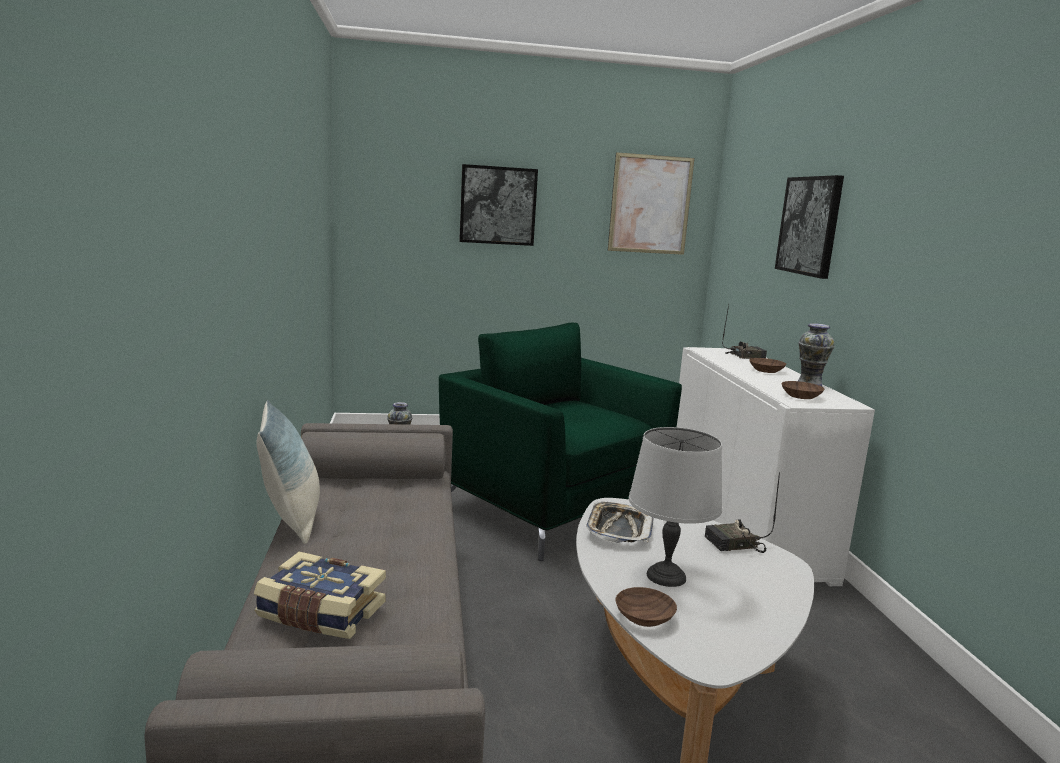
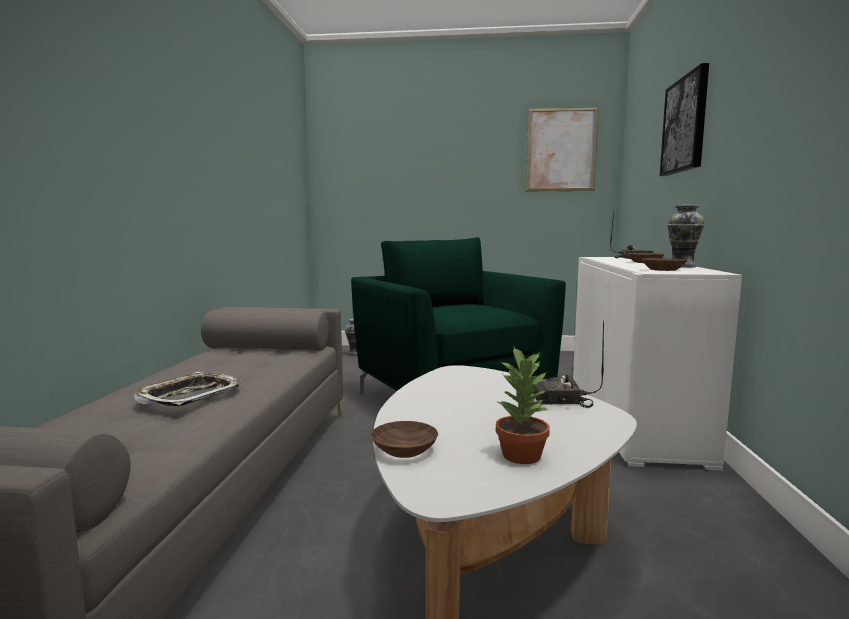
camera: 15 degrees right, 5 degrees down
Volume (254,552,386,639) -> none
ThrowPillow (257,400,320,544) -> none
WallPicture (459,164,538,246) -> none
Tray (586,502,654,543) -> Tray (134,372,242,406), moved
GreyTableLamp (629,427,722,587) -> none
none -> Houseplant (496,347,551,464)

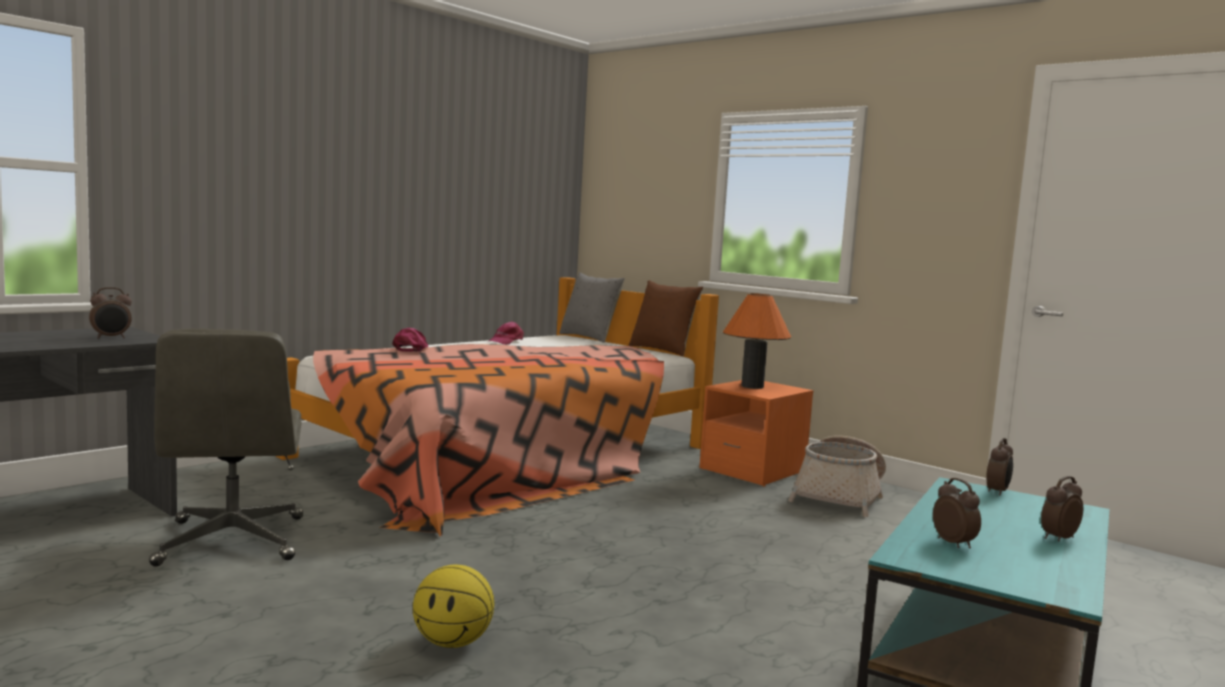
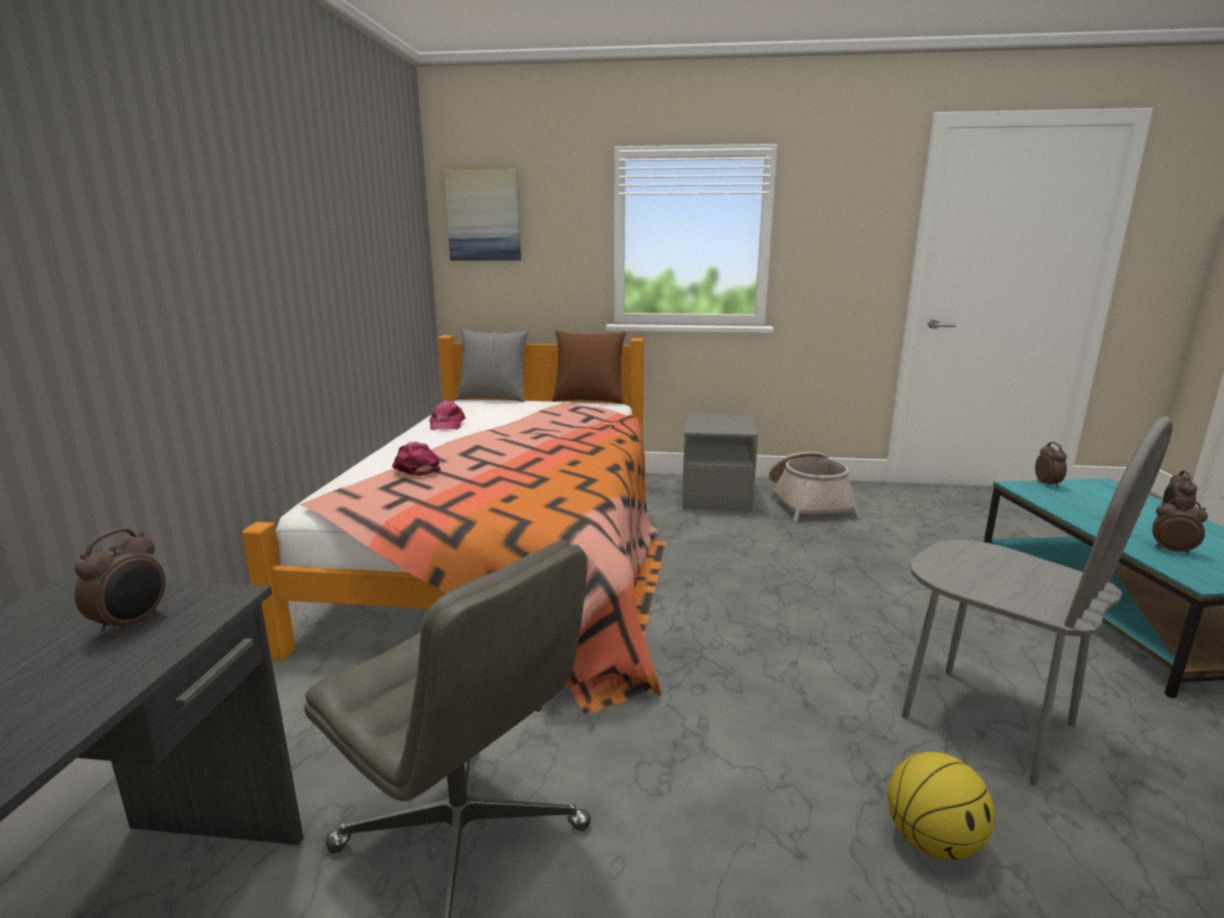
camera: 35 degrees left, 10 degrees up
OrangeyNightTable (699,380,813,487) -> GreyNightTable (682,413,758,512)
OrangeyTableLamp (723,293,791,389) -> none
none -> WallPicture (444,170,521,261)
none -> GreyUprightChair (902,417,1173,786)

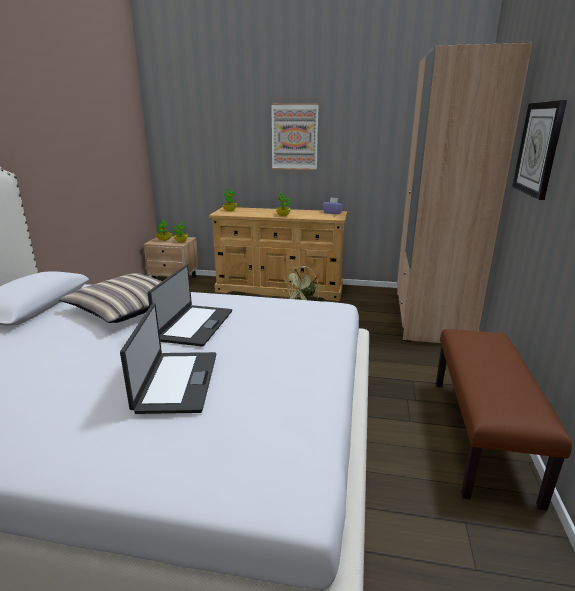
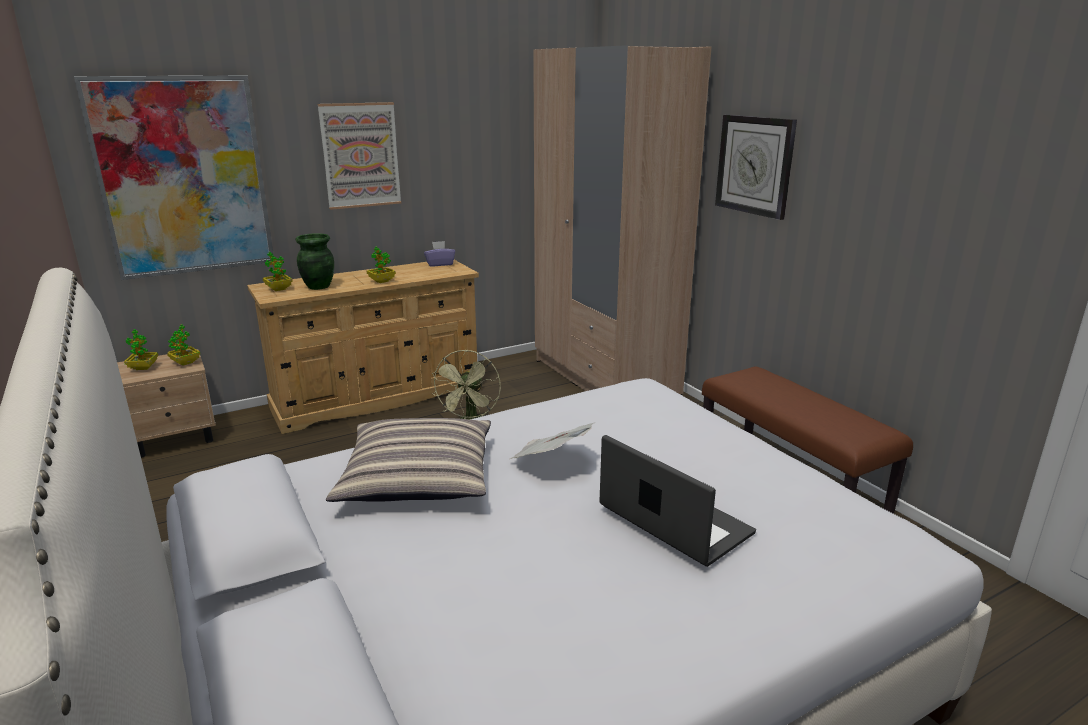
camera: 40 degrees left, 0 degrees up
Laptop (148,265,232,347) -> PrintedPaper (510,422,596,459)
none -> WallPicture (74,75,274,280)
none -> GreenDecorativeVase (295,233,334,290)

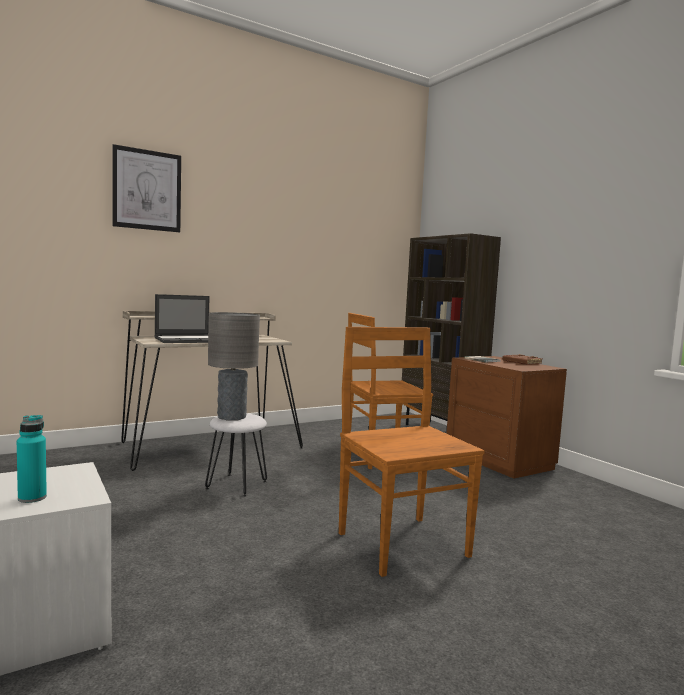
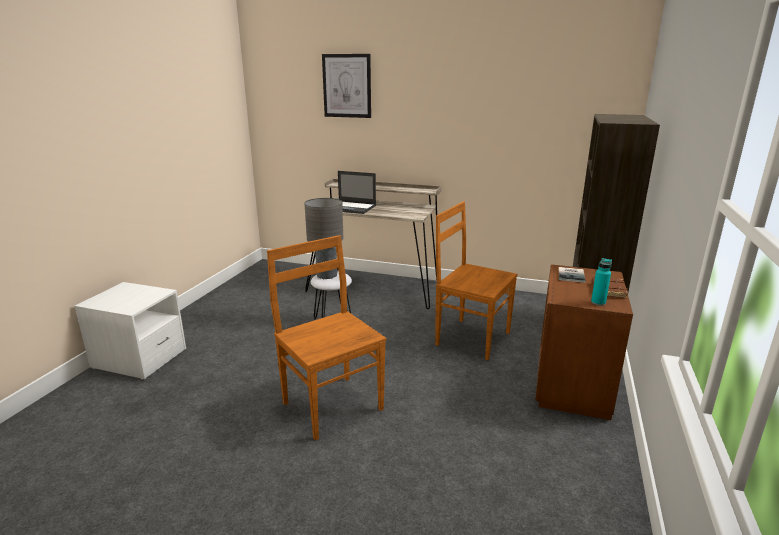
camera: 50 degrees right, 15 degrees up
BlueGreenDrinkBottle (17,415,47,503) -> BlueGreenDrinkBottle (591,258,612,306), moved
BrownColouredUprightChair (339,327,485,577) -> BrownColouredUprightChair (267,235,387,441), 60 degrees counterclockwise

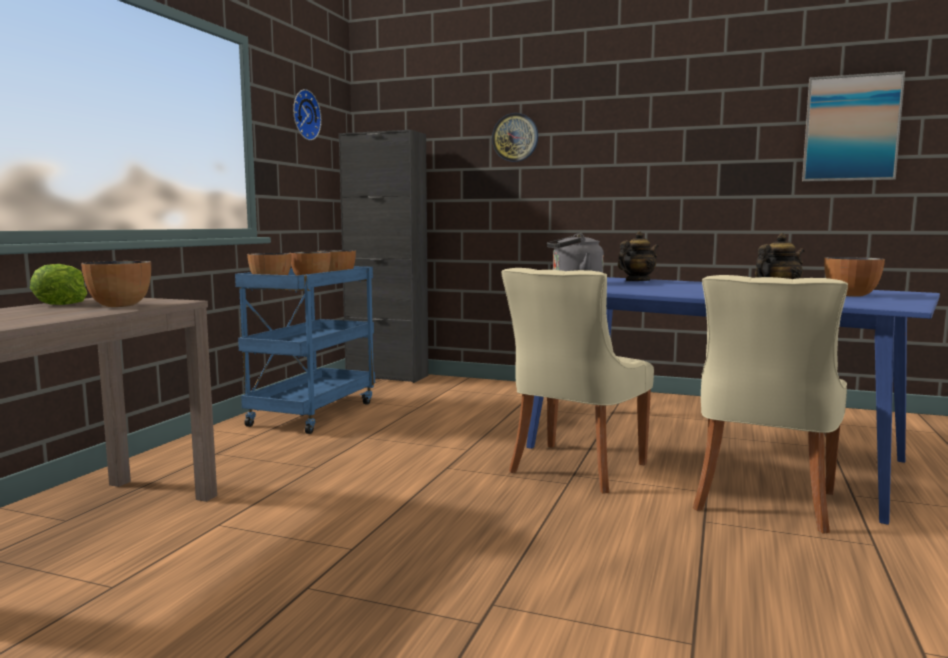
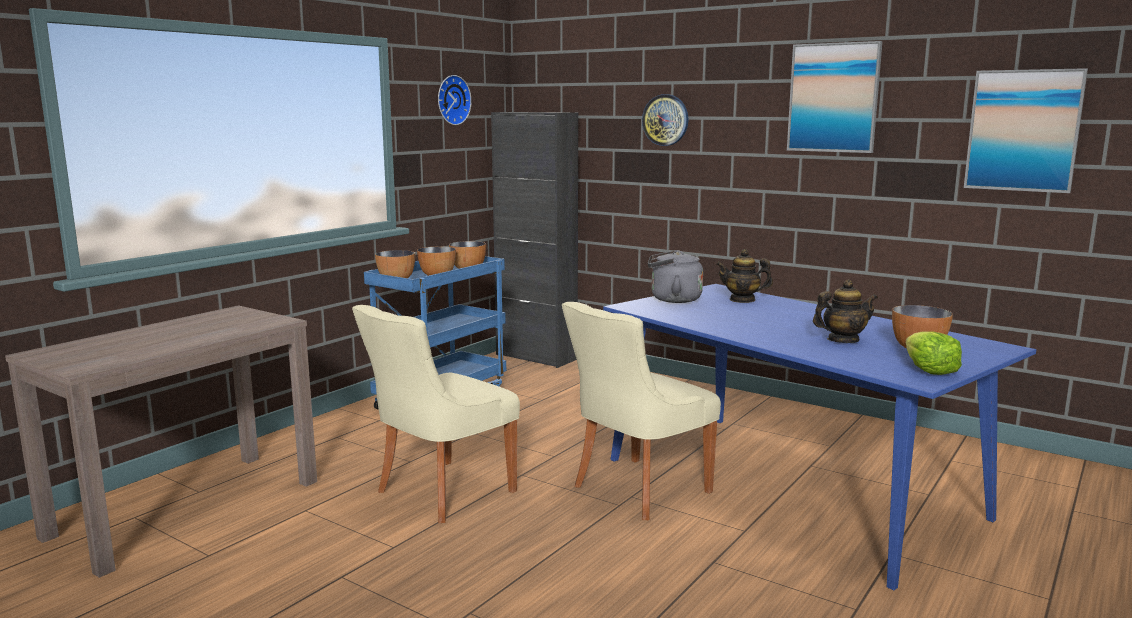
camera: 15 degrees right, 5 degrees up
Lettuce (30,264,87,305) -> Lettuce (906,331,962,375), moved
ServingBowl (81,261,151,307) -> none
PotForTea (618,232,659,281) -> PotForTea (716,249,773,303), 150 degrees counterclockwise
BeigeColouredUprightChair (693,275,848,534) -> BeigeColouredUprightChair (352,305,520,523), moved
none -> WallPicture (787,41,883,153)

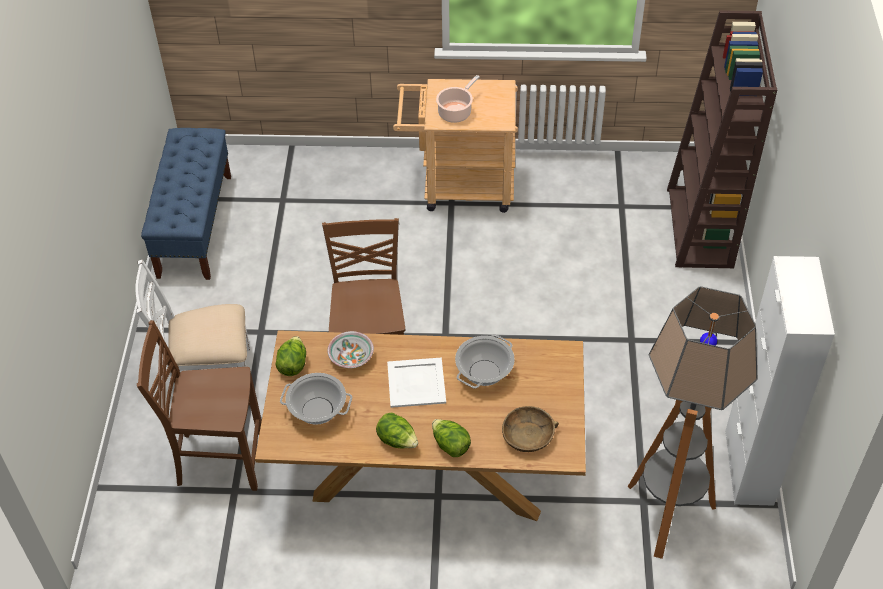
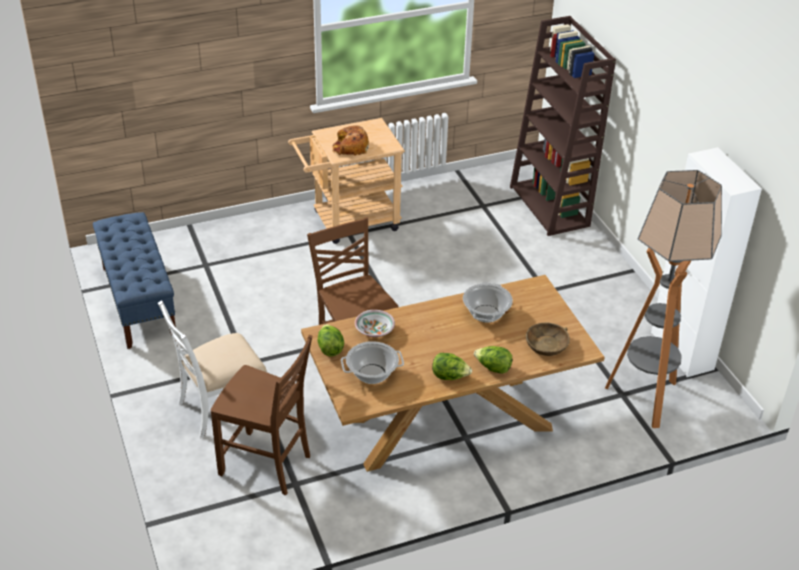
camera: 25 degrees left, 10 degrees down
BrownColouredUprightChair (137,320,262,491) -> BrownColouredUprightChair (211,335,312,495), 135 degrees counterclockwise
WhiteTray (387,357,446,408) -> none
Saucepot (436,75,480,123) -> BakeryBread (332,125,369,155)

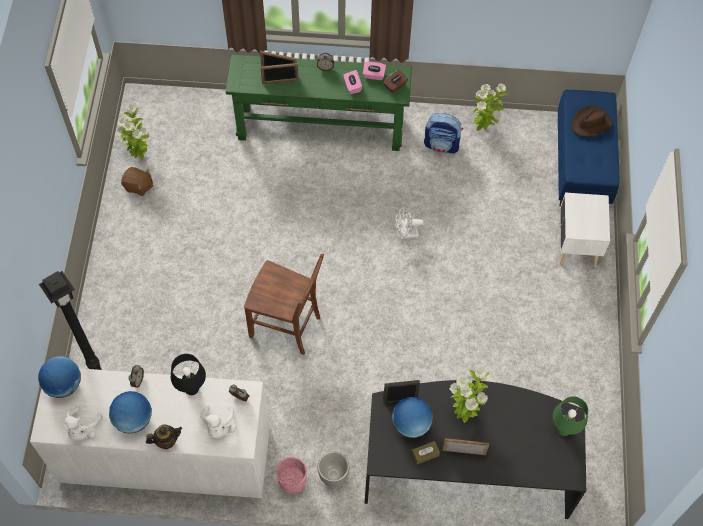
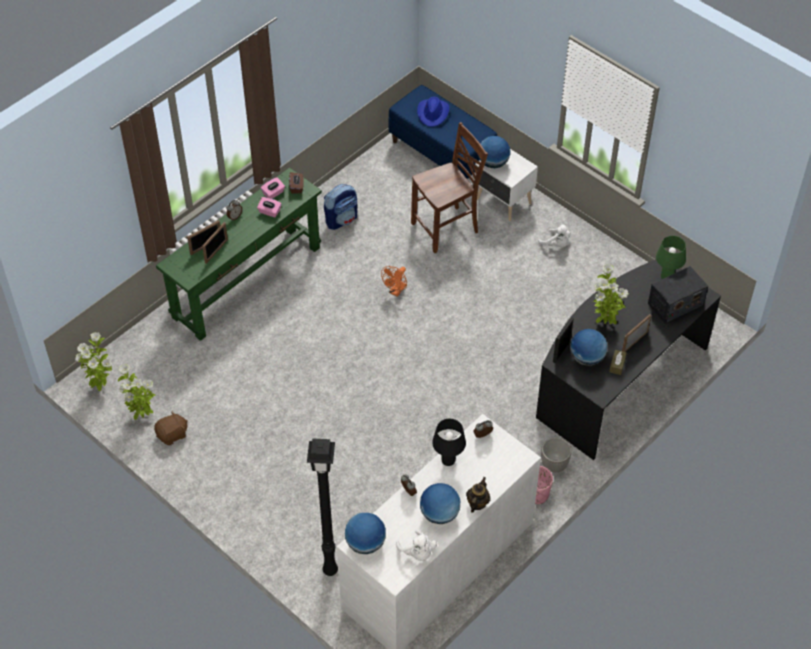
camera: 50 degrees left, 10 degrees down
WhiteSoftToy (200,405,236,438) -> WhiteSoftToy (538,224,571,247), moved
BrownColouredUprightChair (244,254,324,355) -> BrownColouredUprightChair (411,122,488,253), moved
WhiteCoolingFan (395,207,424,239) -> OrangeyCoolingFan (381,266,407,297)
Houseplant (473,84,509,131) -> Houseplant (75,332,112,391), moved
BrownColouredWearableHat (571,105,612,137) -> BlueColouredWearableHat (417,97,449,127)
none -> Globe (479,136,511,168)
none -> Radio (648,266,708,324)

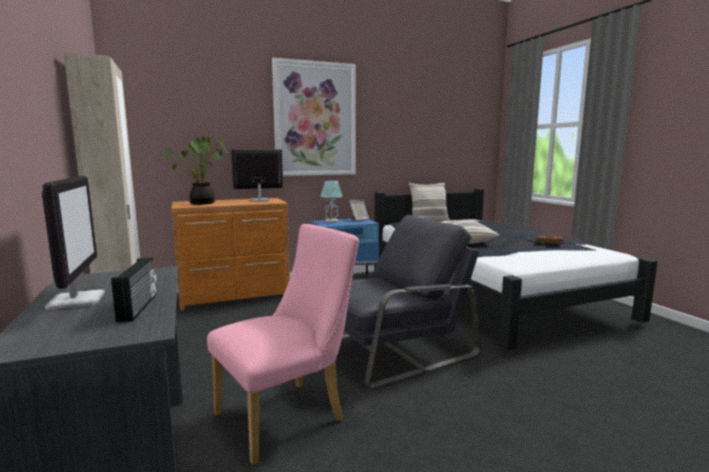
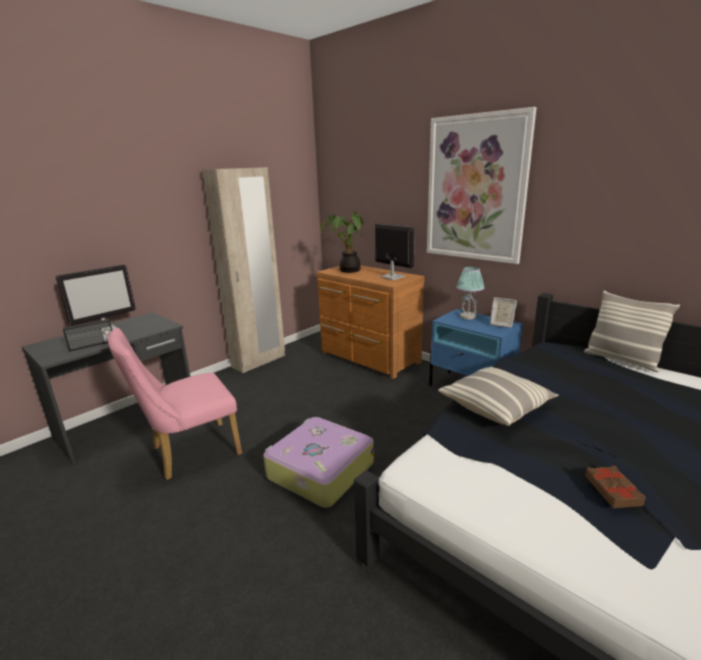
camera: 65 degrees right, 10 degrees up
PinkColouredUprightChair (207,224,359,465) -> PinkColouredUprightChair (108,328,242,480), 120 degrees clockwise
GreyEasyChair (342,215,481,389) -> TravelCase (263,417,374,508)

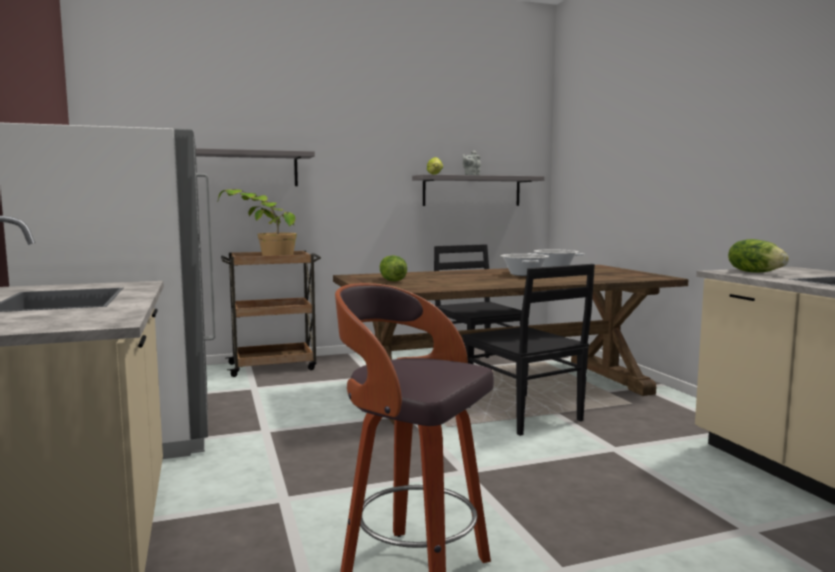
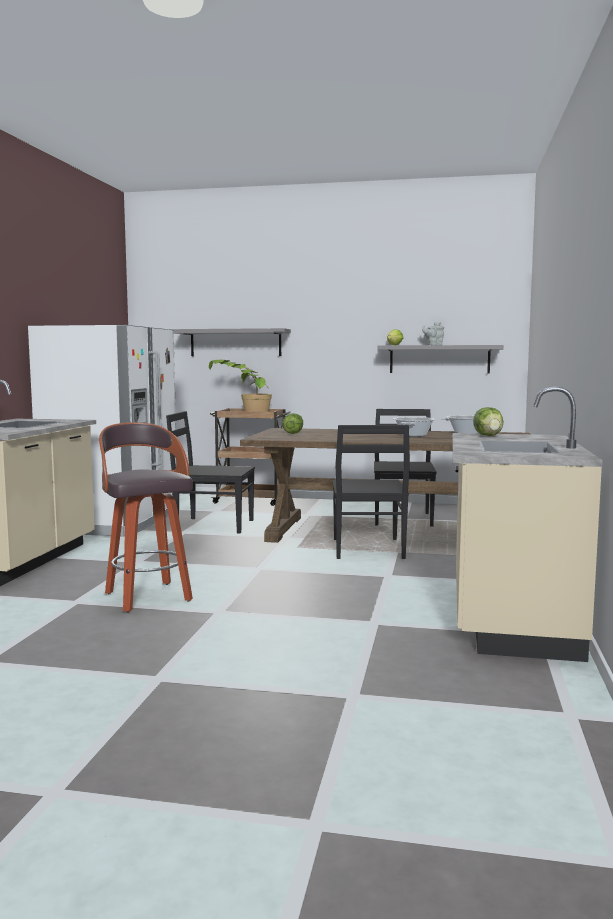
camera: 30 degrees right, 0 degrees up
none -> BlackUprightChair (166,411,255,533)

